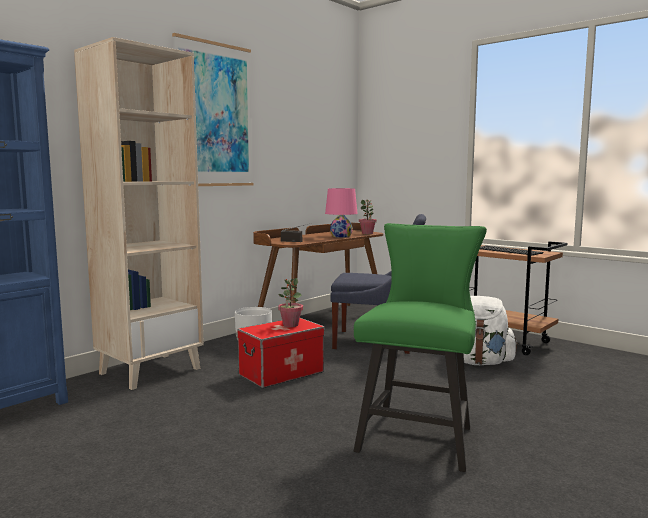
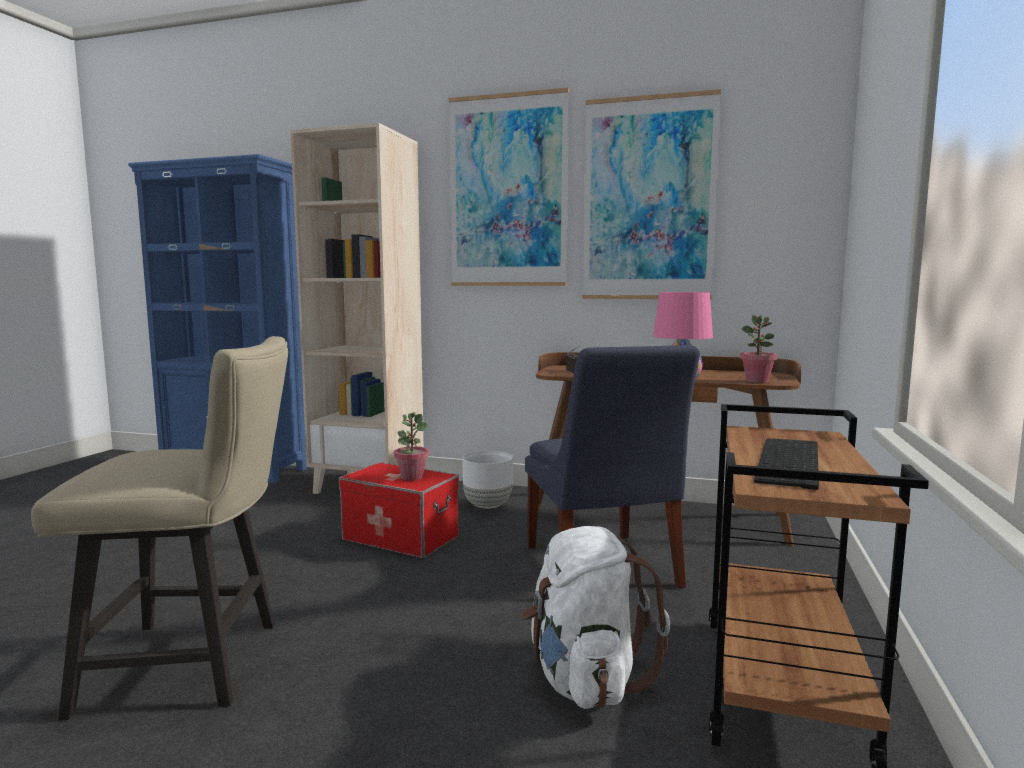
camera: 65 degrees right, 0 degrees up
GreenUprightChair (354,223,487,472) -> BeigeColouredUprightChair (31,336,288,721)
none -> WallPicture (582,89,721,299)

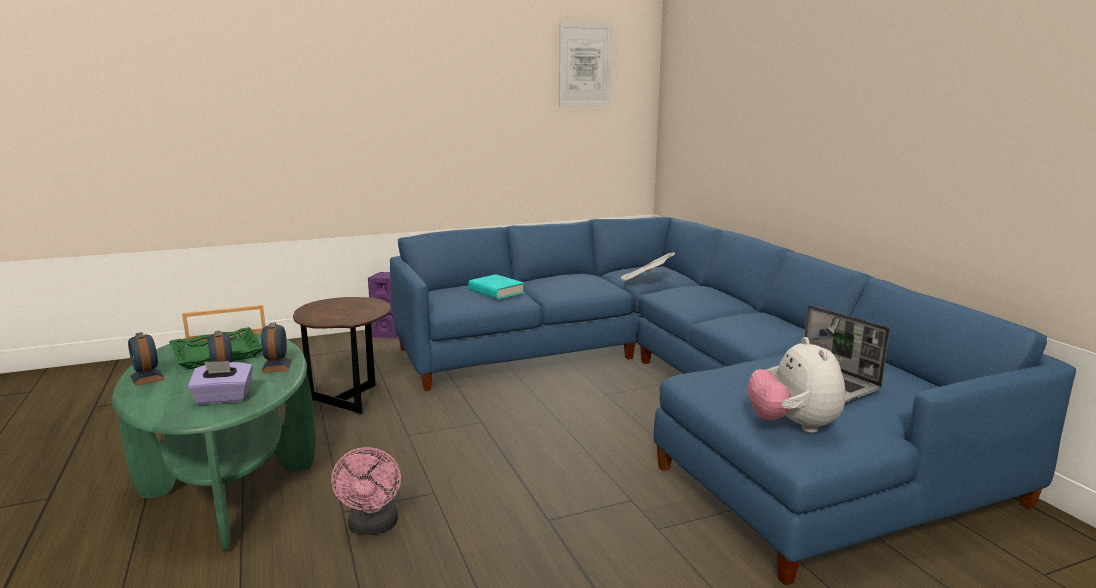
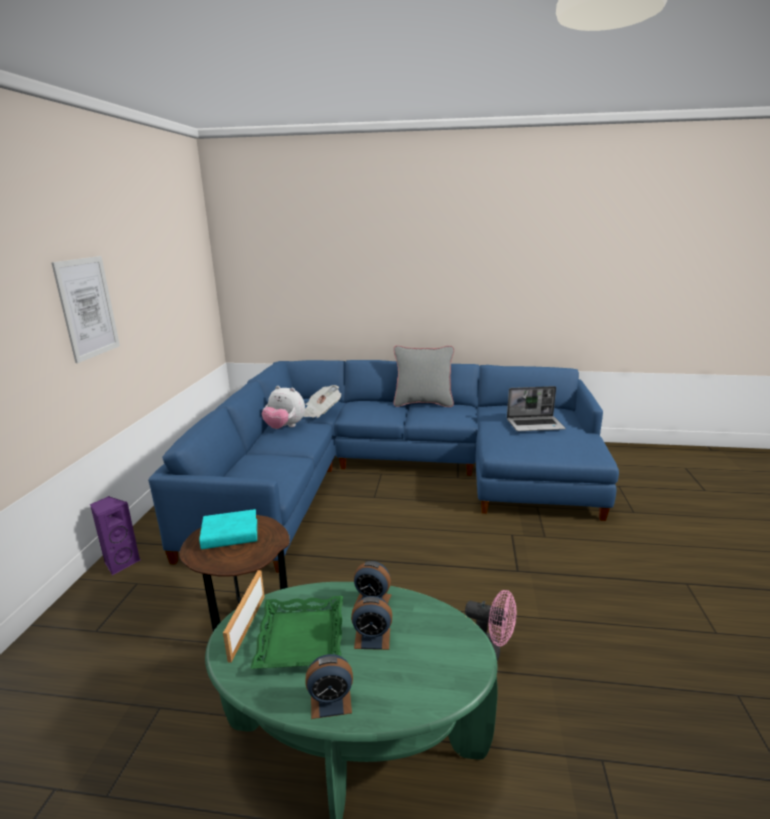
camera: 60 degrees left, 5 degrees up
PurpleColouredTissueHolder (188,361,253,405) -> none
BlueGreenVolume (468,274,524,299) -> BlueGreenVolume (199,509,257,549), moved
WallPicture (559,22,612,107) -> WallPicture (51,256,120,363), moved
SoftToy (748,337,845,433) -> SoftToy (262,386,305,429), moved
none -> GreyThrowPillow (394,345,454,407)

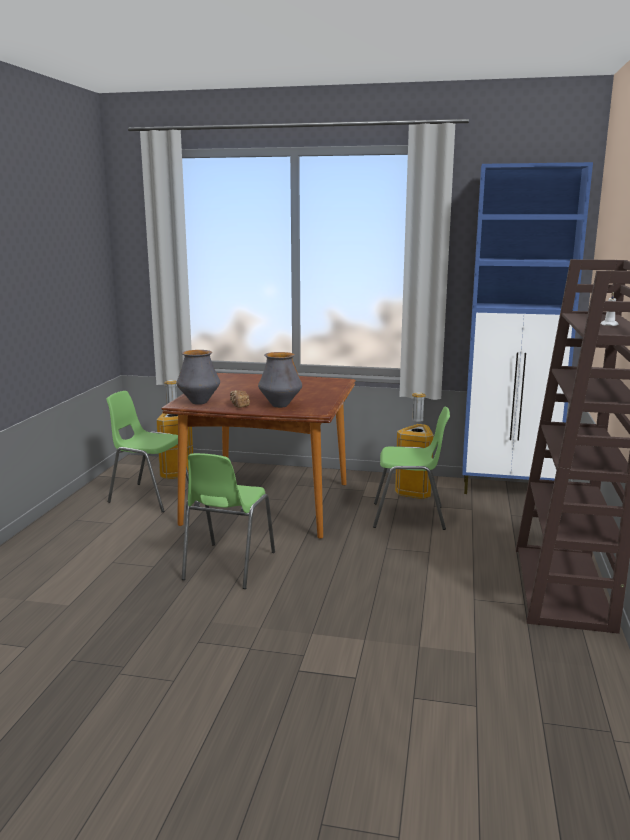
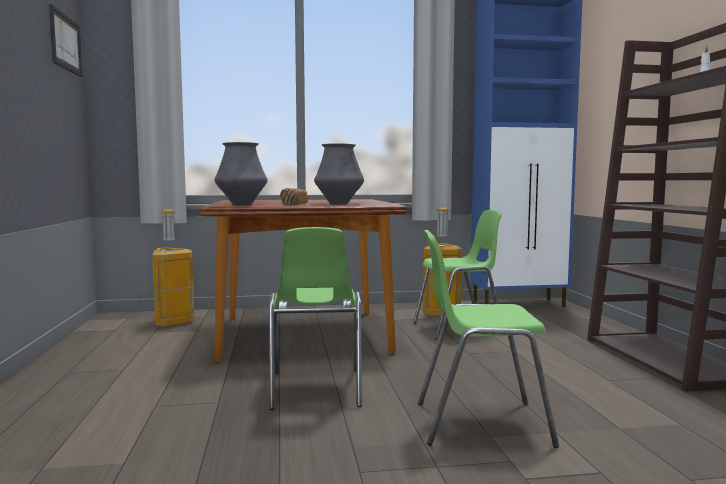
camera: 20 degrees left, 10 degrees down
GreenUprightChair (106,391,188,512) -> GreenUprightChair (418,230,559,448), moved
none -> WallPicture (49,4,83,77)

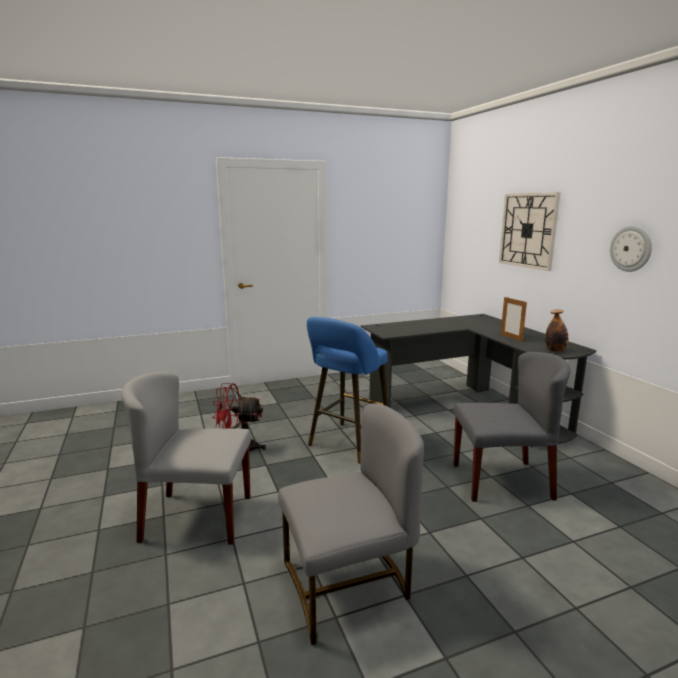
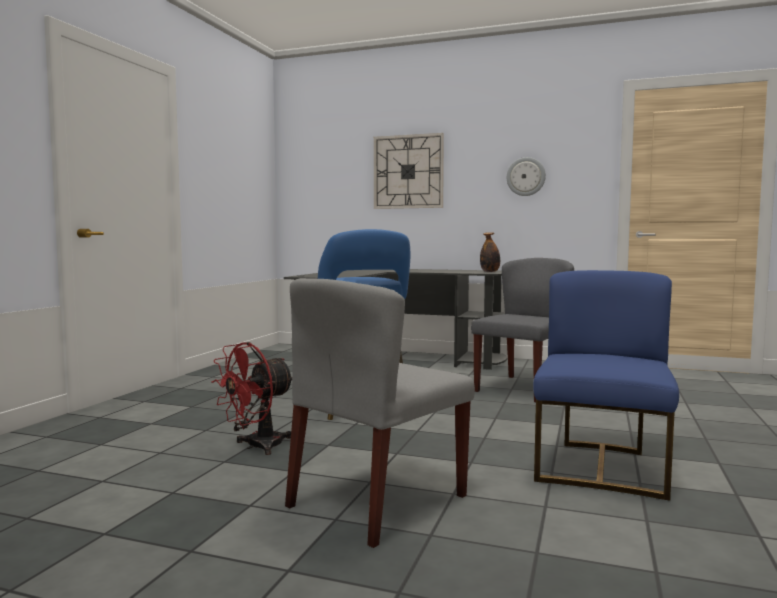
camera: 50 degrees left, 10 degrees down
GreyUprightChair (278,403,424,645) -> BlueColouredUprightChair (533,270,679,501)
PictureFrame (501,296,527,342) -> none

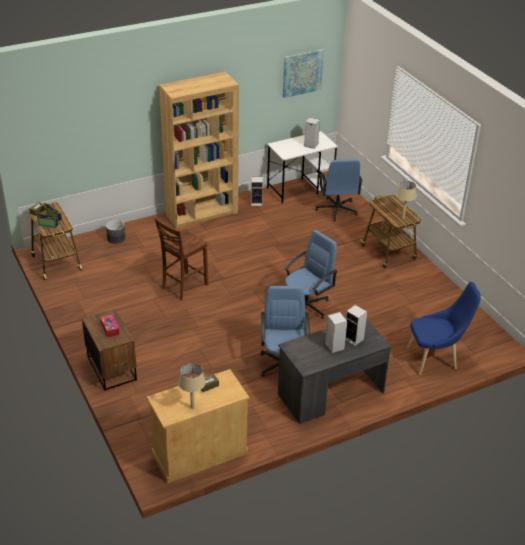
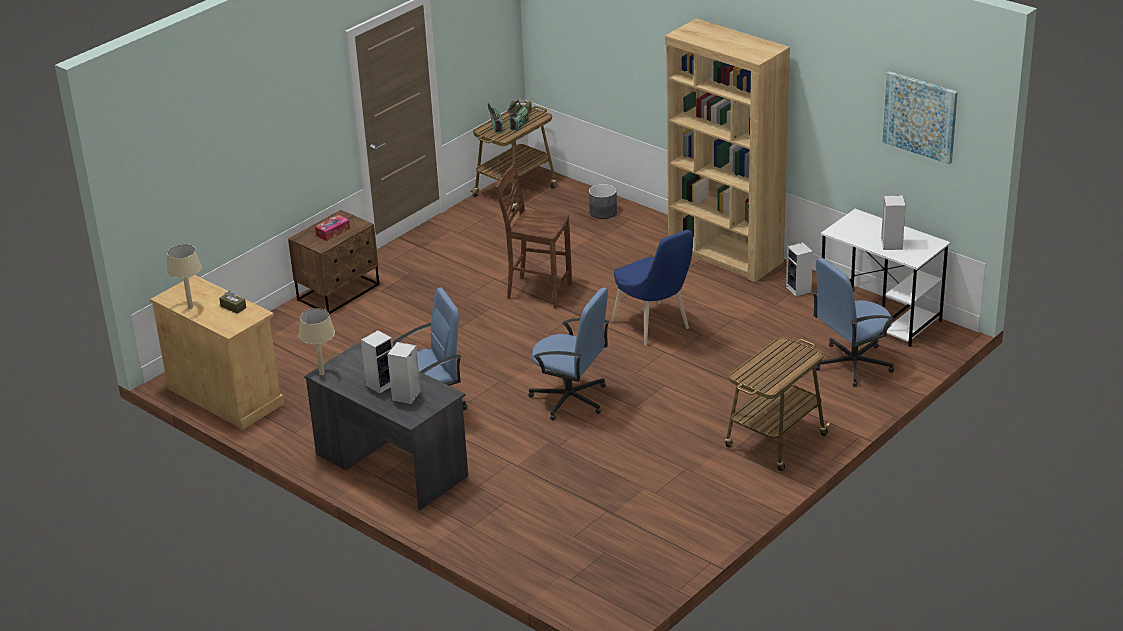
camera: 70 degrees right, 5 degrees down
BeigeColouredTableLamp (396,181,417,219) -> BeigeColouredTableLamp (299,308,335,375), moved
BlueColouredUprightChair (407,282,481,375) -> BlueColouredUprightChair (611,230,693,345), moved

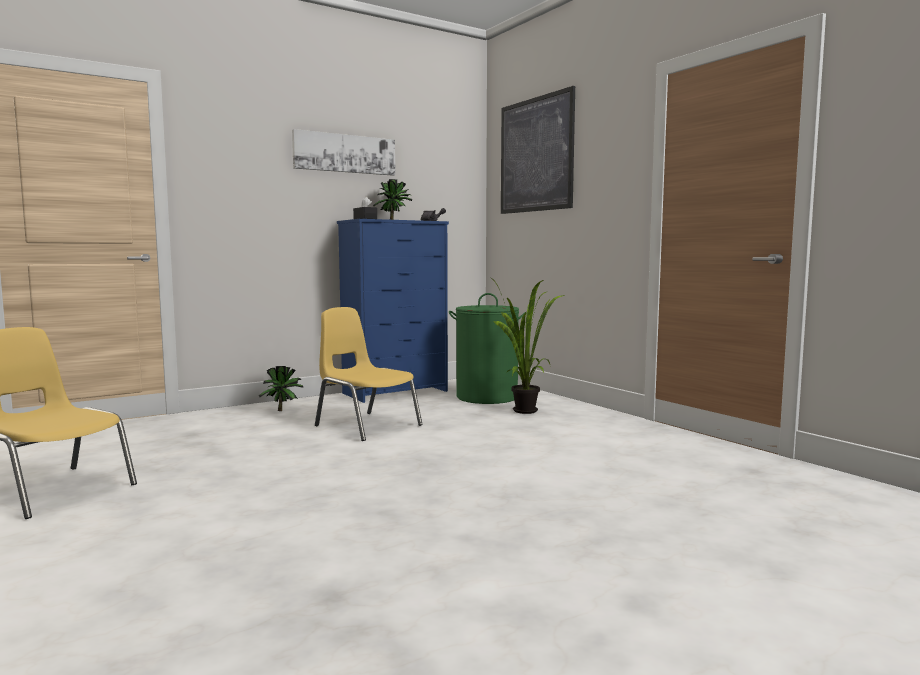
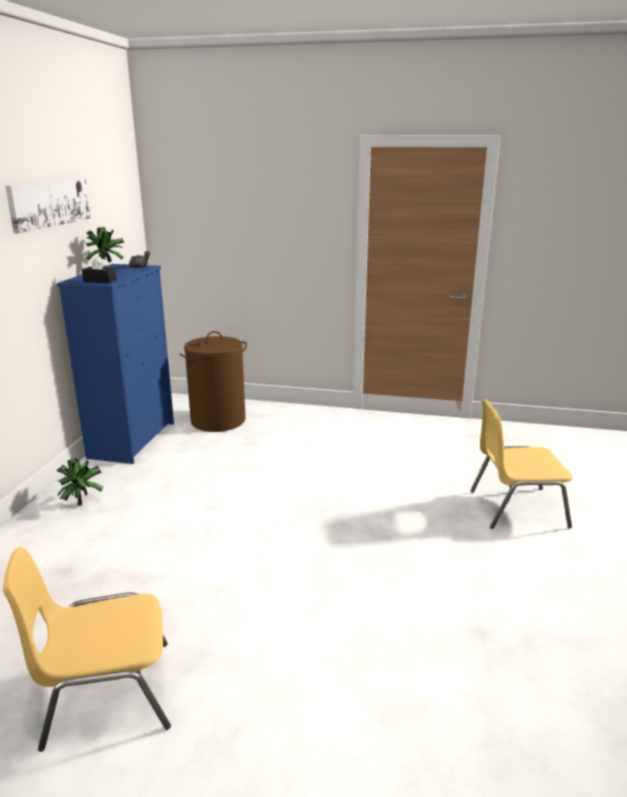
camera: 45 degrees left, 15 degrees up
YellowUprightChair (315,307,423,441) -> YellowUprightChair (470,399,573,529), moved
GreenHamper (449,293,525,404) -> BrownColouredHamper (180,331,247,432)
Houseplant (491,278,565,414) -> none
WallPicture (501,86,575,214) -> none

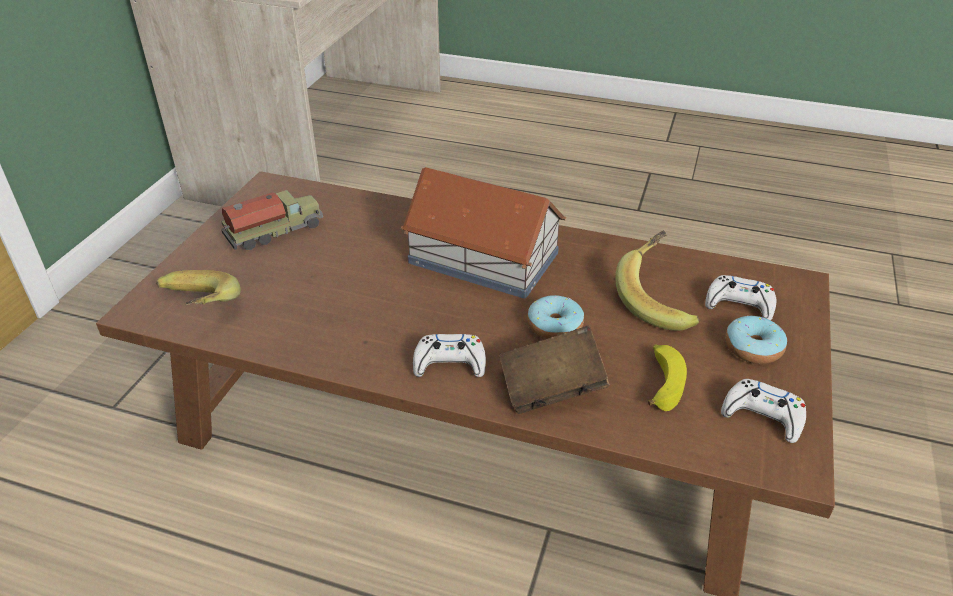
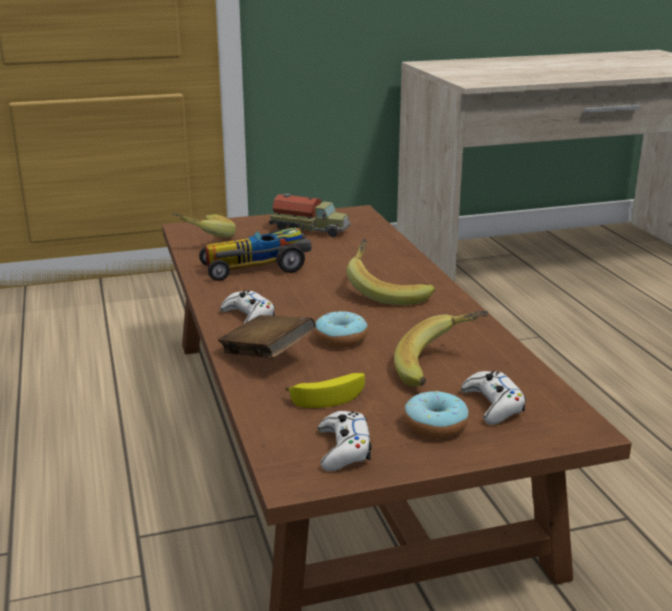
camera: 55 degrees right, 15 degrees down
ModelHouse (401,167,566,299) -> BananaFruit (346,239,435,305)
none -> ToyCar (199,228,311,281)

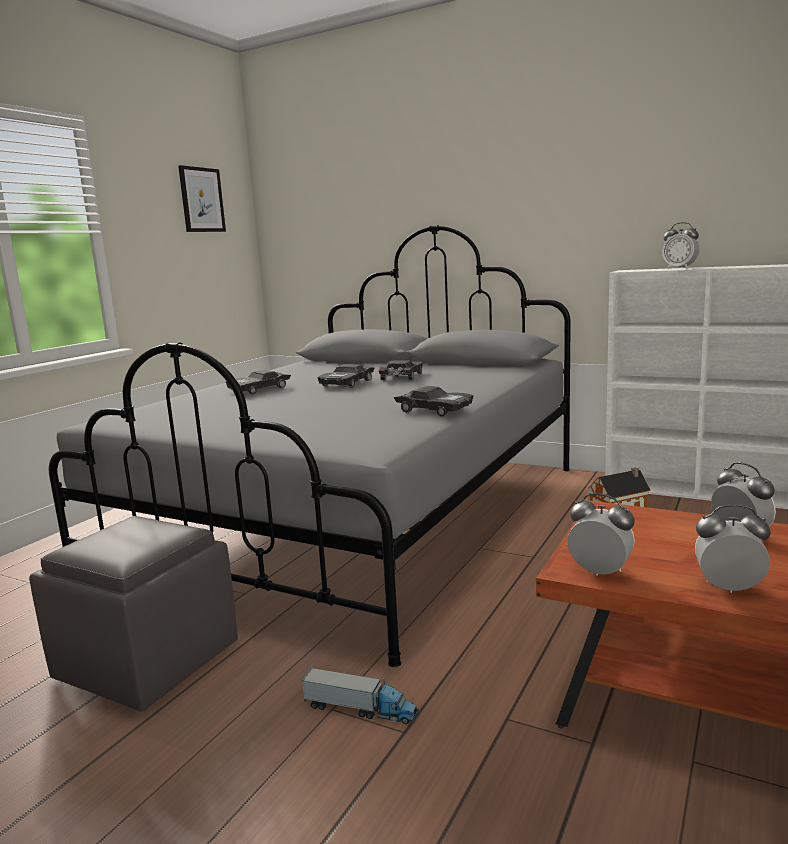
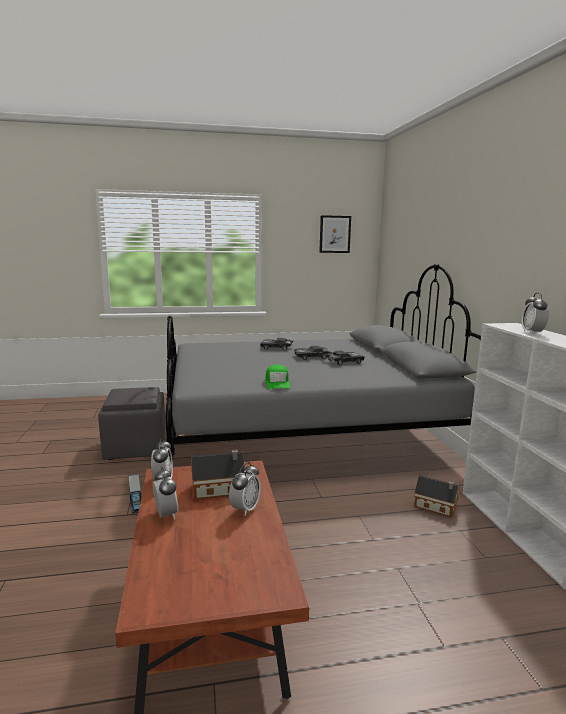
camera: 50 degrees right, 0 degrees up
BlackToyCar (394,386,474,417) -> GreenCap (265,365,291,389)
none -> ModelHouse (191,449,245,500)

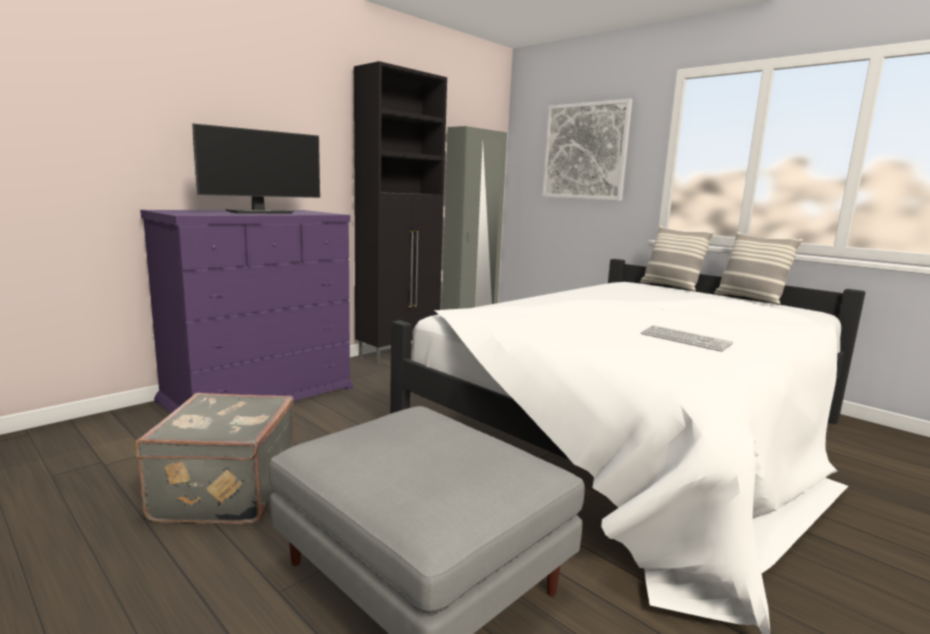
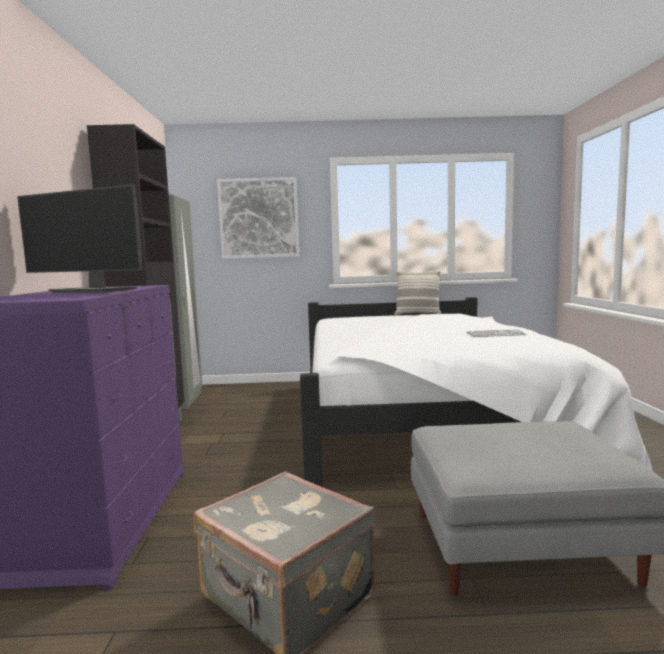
camera: 45 degrees left, 5 degrees down
Monitor (192,123,320,214) -> Monitor (17,184,142,293), 105 degrees clockwise
ThrowPillow (640,226,714,291) -> none

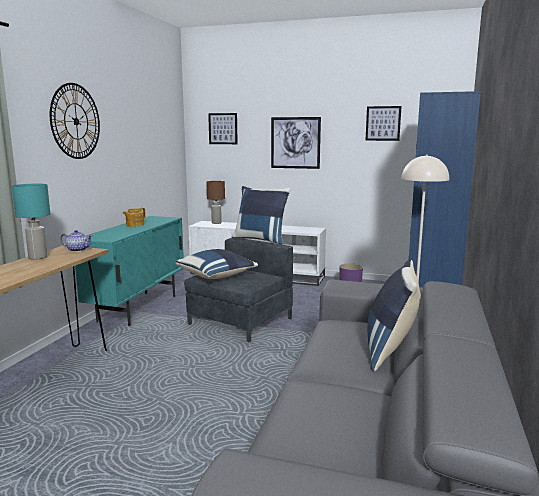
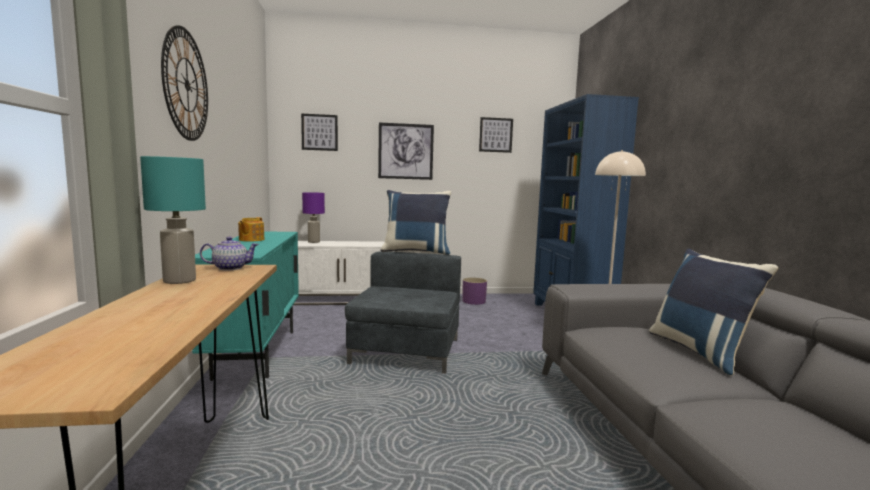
camera: 25 degrees left, 5 degrees down
BlueColouredThrowPillow (175,249,258,279) -> none
BrownColouredTableLamp (206,181,225,224) -> PurpleColouredTableLamp (302,192,325,243)

